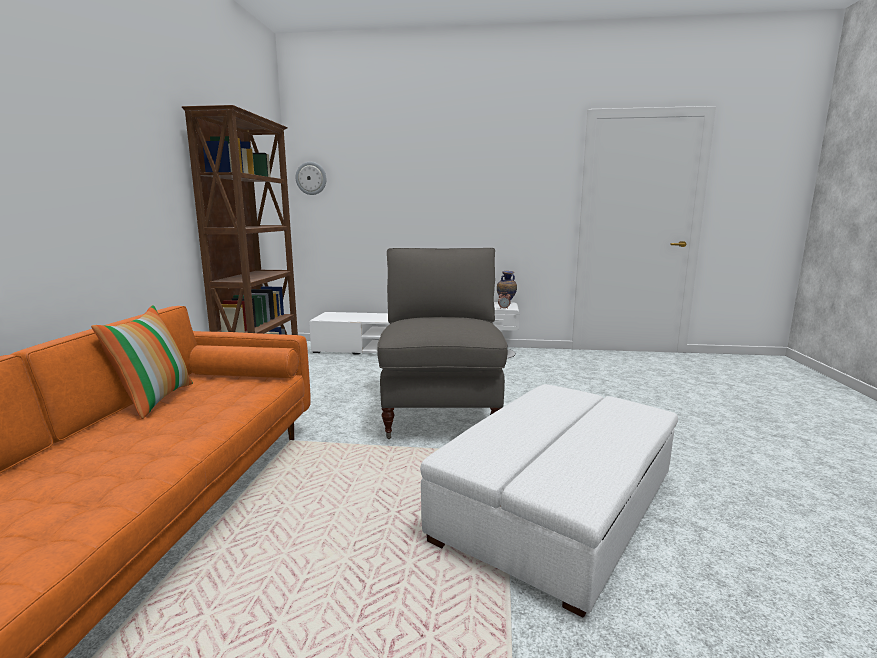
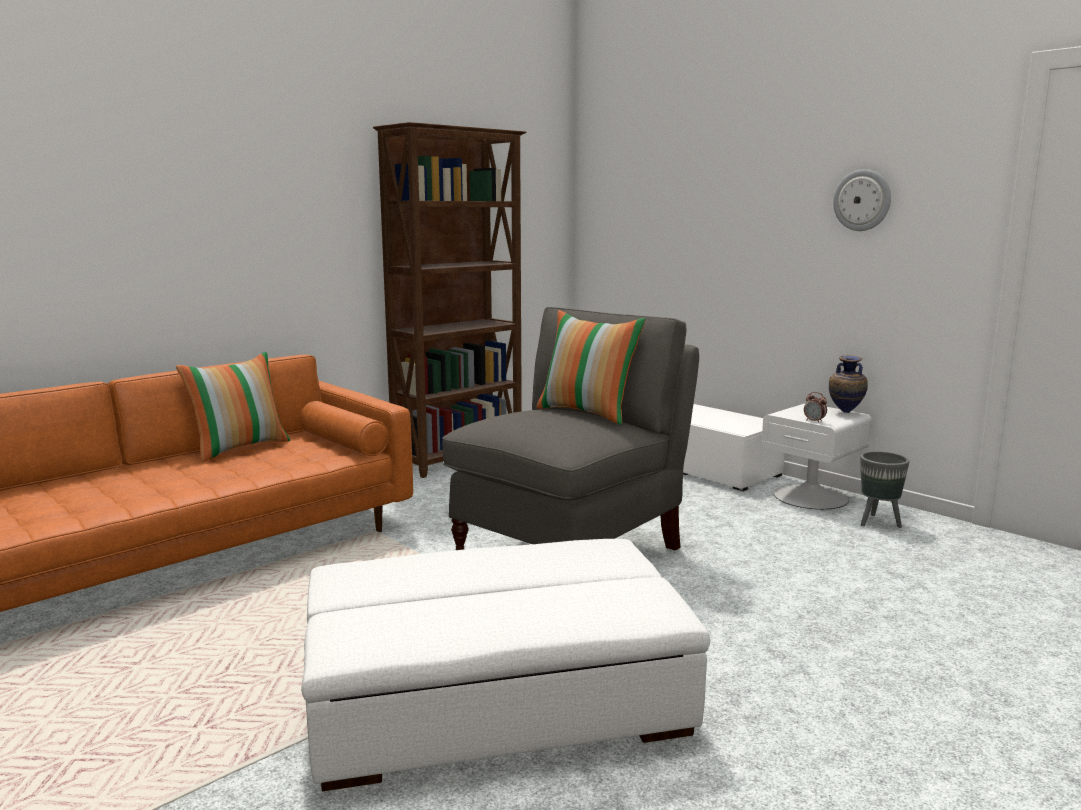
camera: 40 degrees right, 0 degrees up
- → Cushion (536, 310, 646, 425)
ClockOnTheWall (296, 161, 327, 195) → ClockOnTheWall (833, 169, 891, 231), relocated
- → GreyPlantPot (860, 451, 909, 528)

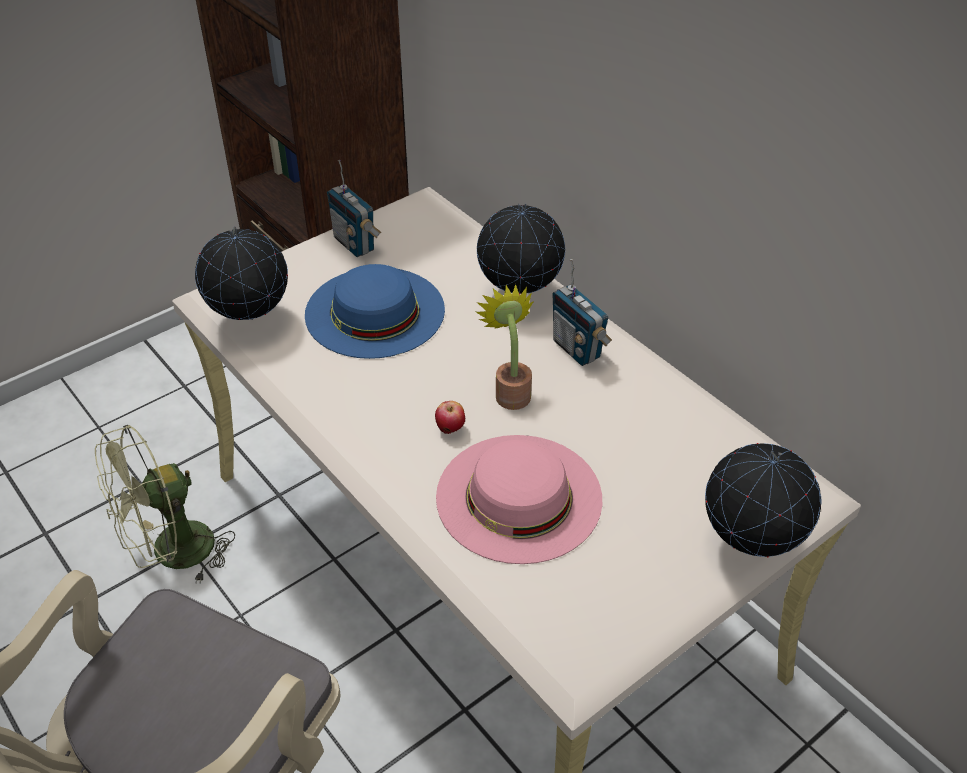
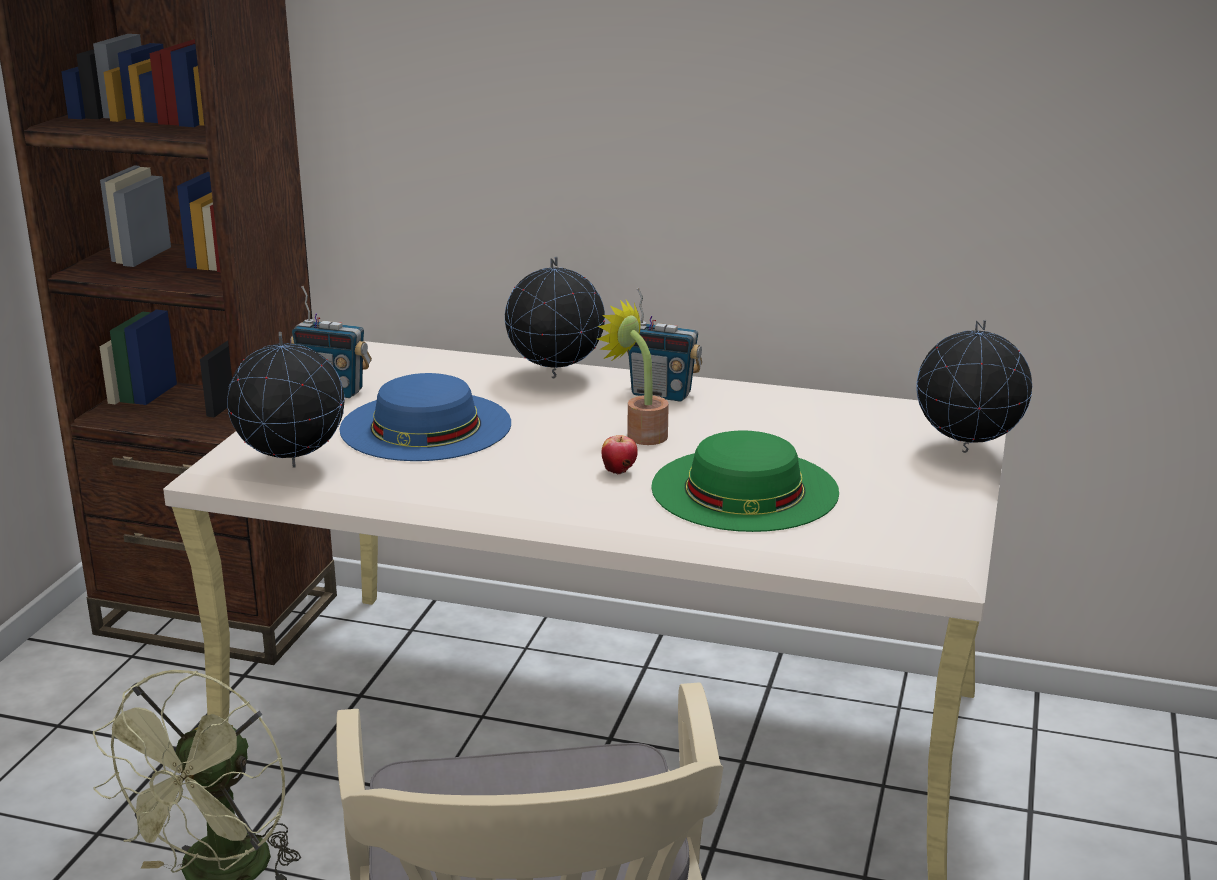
camera: 35 degrees left, 20 degrees down
PinkClothingHat (436, 435, 602, 564) → GreenishClothingHat (651, 430, 839, 532)

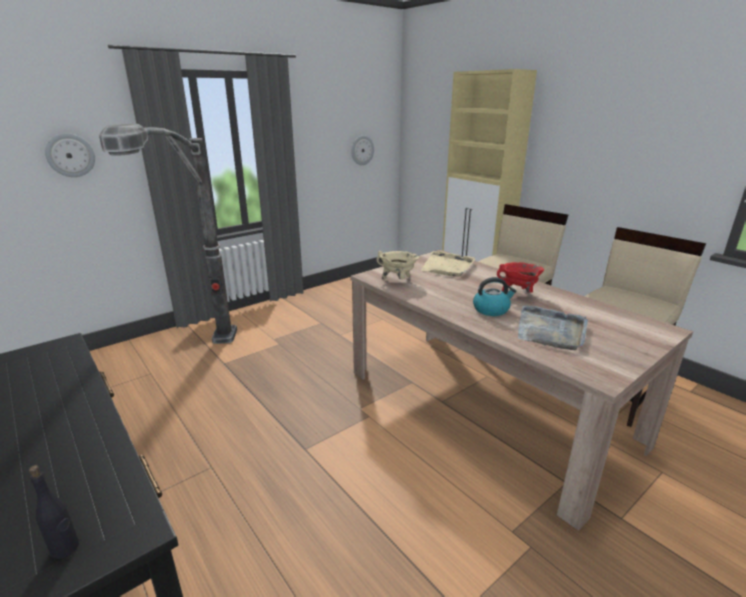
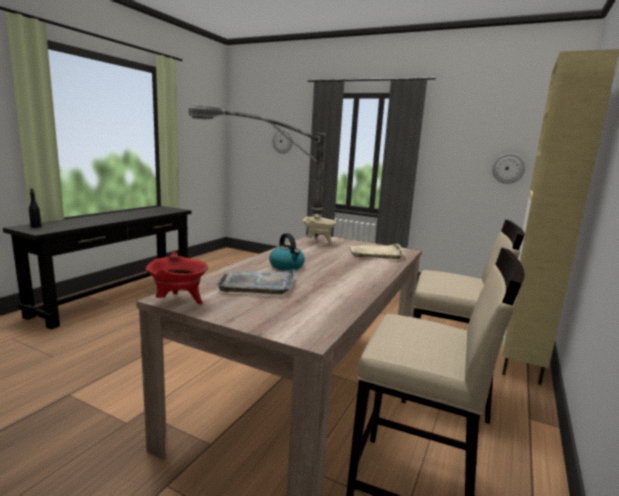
camera: 65 degrees right, 10 degrees down
RedSaucepot (497, 262, 544, 293) → RedSaucepot (146, 251, 208, 304), relocated

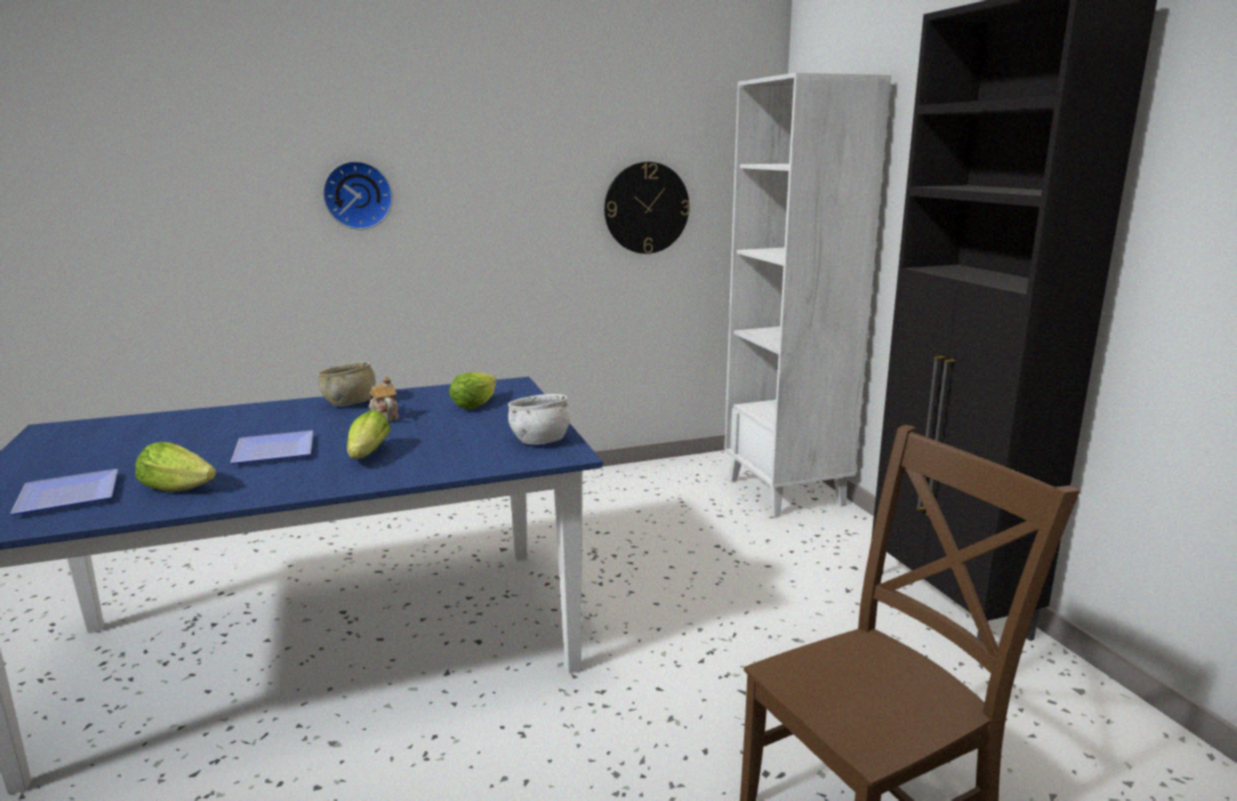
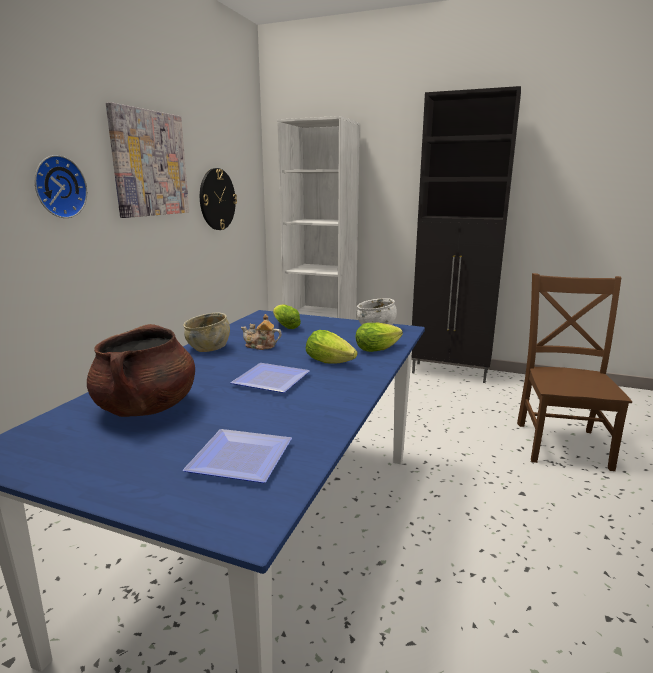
camera: 50 degrees left, 0 degrees up
- → BrownColouredSaucepot (87, 324, 195, 417)
- → WallPicture (106, 102, 189, 218)
LettuceHead (135, 442, 216, 492) → LettuceHead (355, 323, 403, 352), relocated

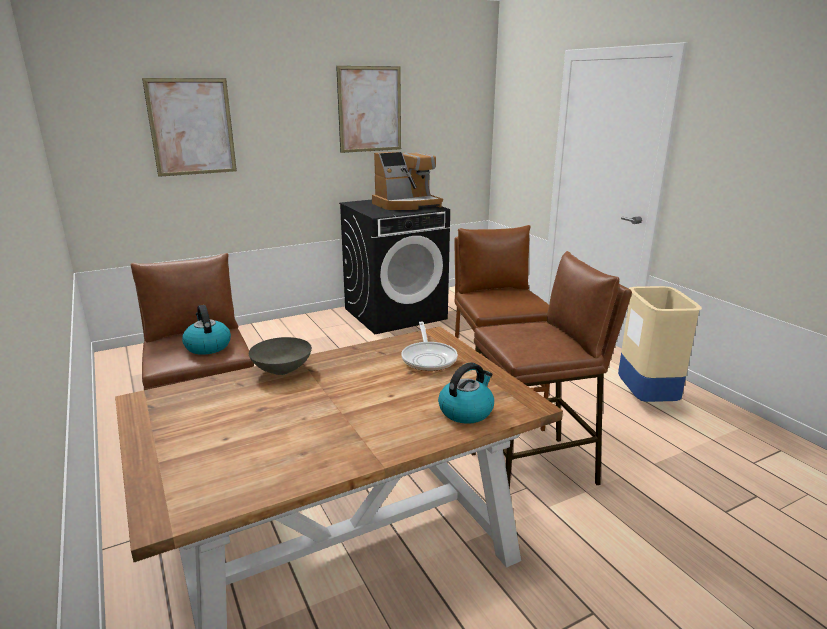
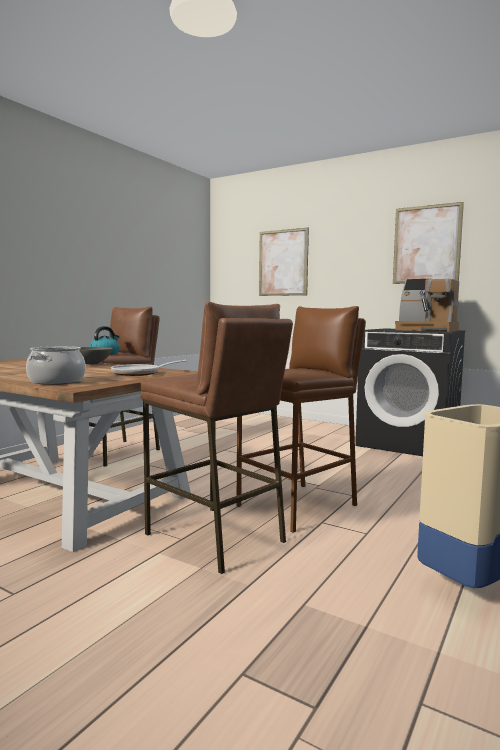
camera: 60 degrees right, 15 degrees down
Kettle (438, 362, 494, 424) → Saucepot (26, 346, 86, 385)

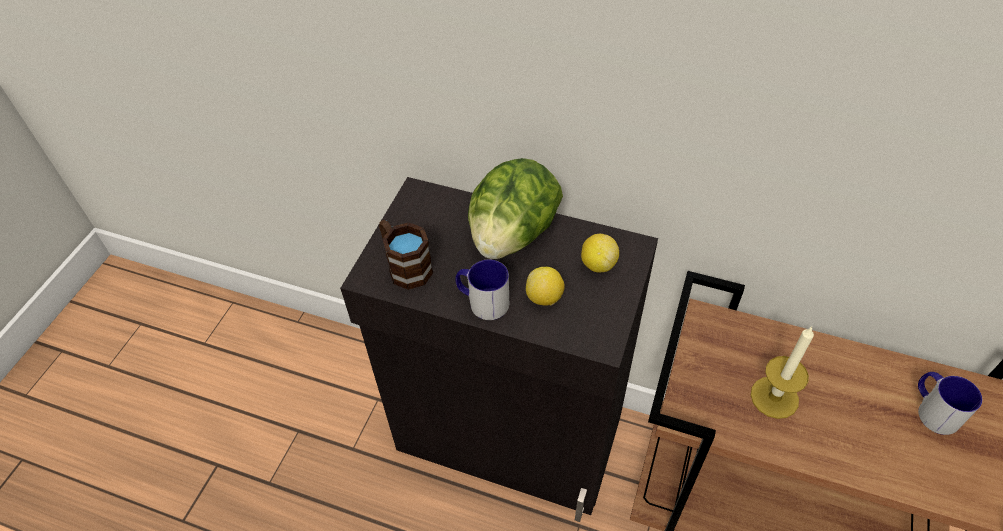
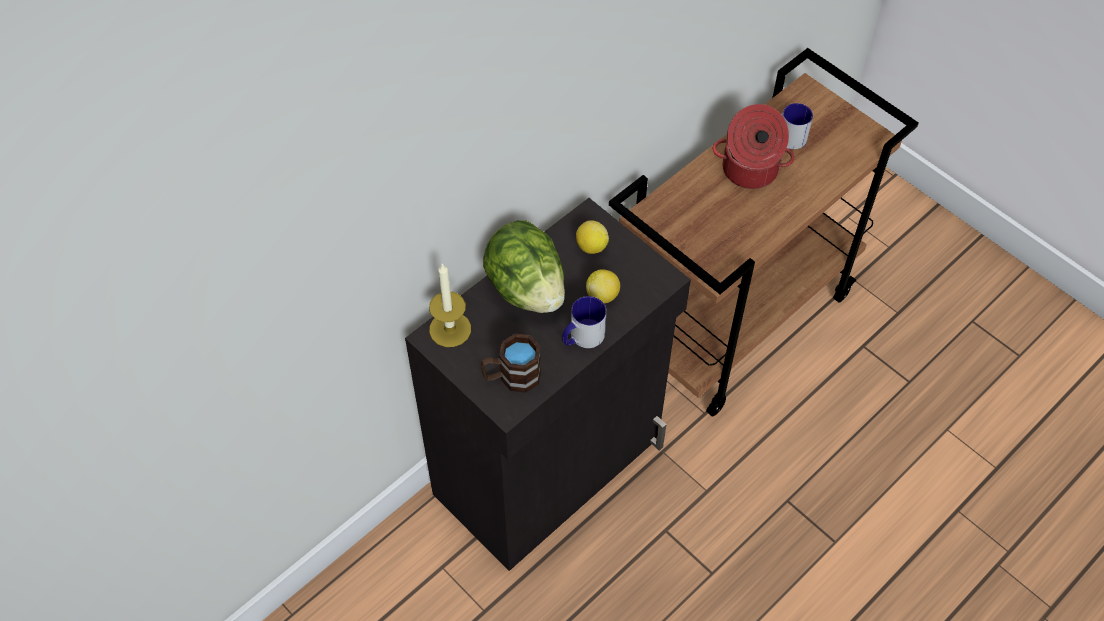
camera: 65 degrees left, 5 degrees up
Candle (751, 326, 814, 419) → Candle (429, 264, 471, 347), relocated
- → Saucepot (713, 104, 795, 189)

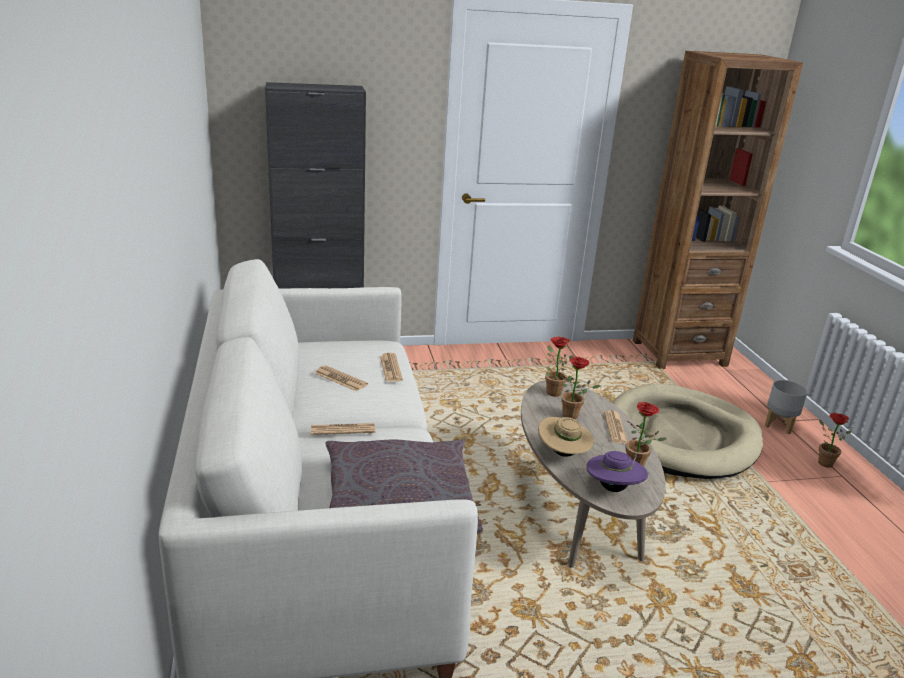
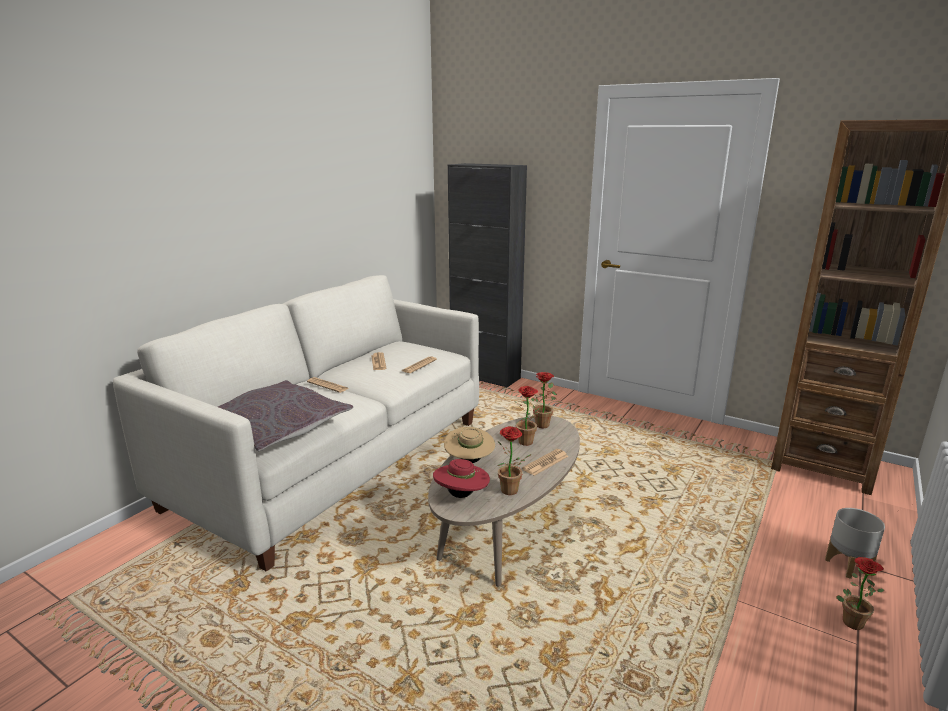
camera: 45 degrees right, 5 degrees down
PurplishClothingHat (586, 451, 648, 492) → RedClothingHat (433, 459, 490, 498)
SandColouredDogCushion (611, 384, 763, 479) → -

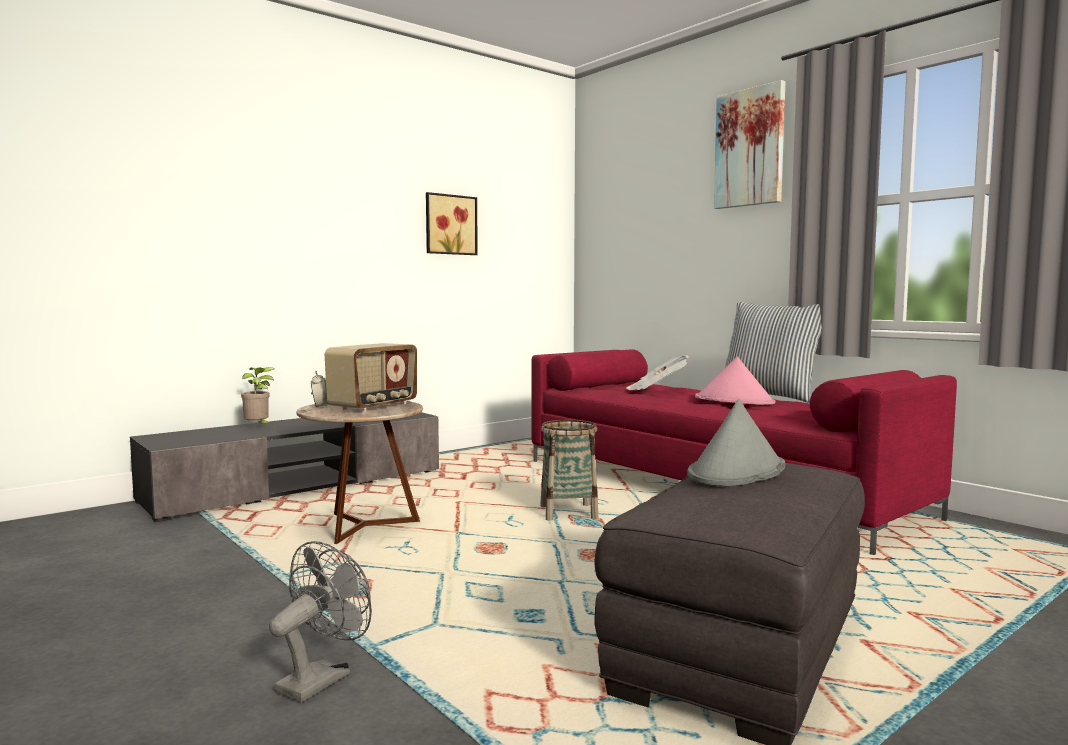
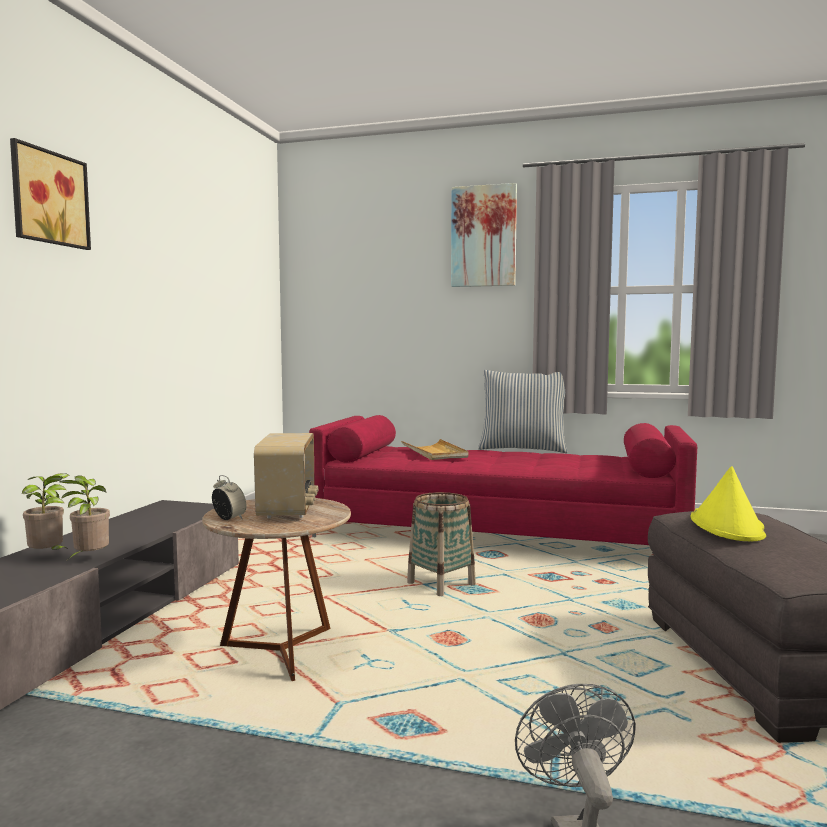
camera: 35 degrees left, 0 degrees up
WallPicture (426, 192, 478, 255) → WallPicture (10, 138, 91, 250), relocated
- → PlantInAPot (59, 475, 110, 558)
Newspaper (626, 355, 689, 390) → SandColouredTray (401, 439, 469, 460)
GreyClothingHat (687, 399, 785, 486) → YellowColouredClothingHat (691, 466, 766, 541)
PinkClothingHat (695, 357, 775, 405) → -

